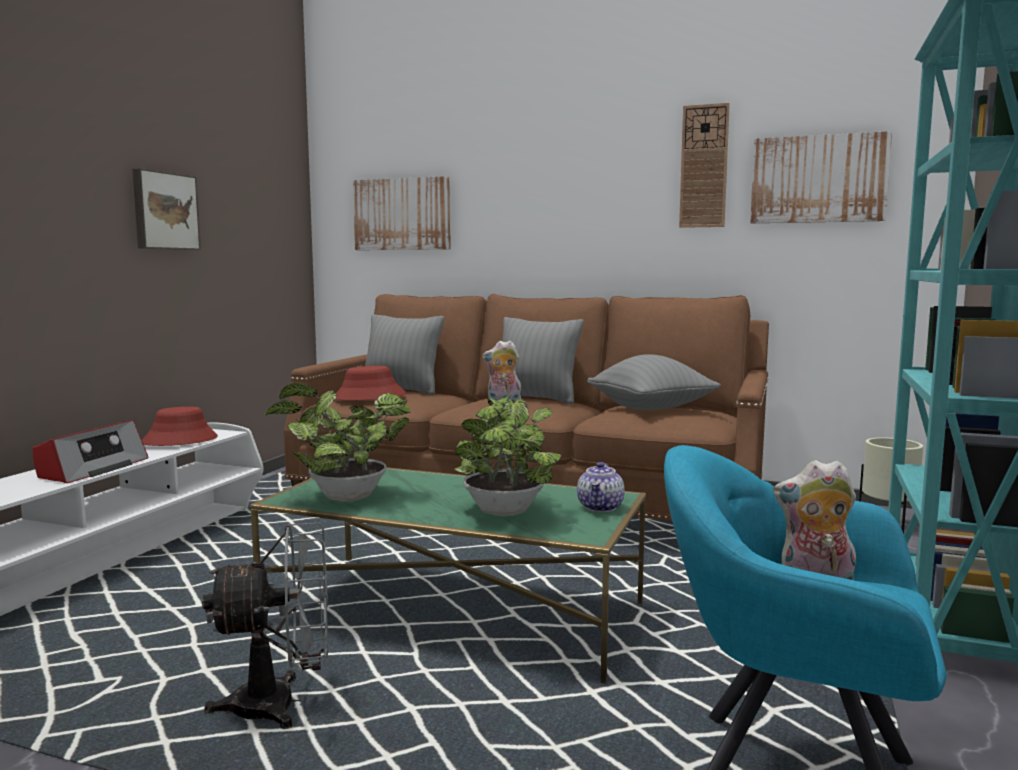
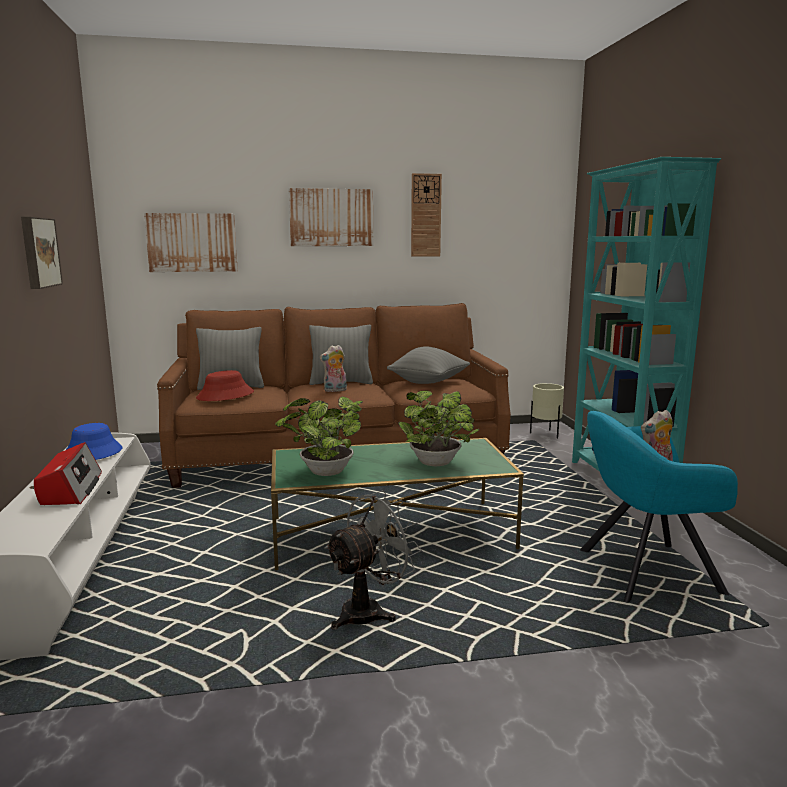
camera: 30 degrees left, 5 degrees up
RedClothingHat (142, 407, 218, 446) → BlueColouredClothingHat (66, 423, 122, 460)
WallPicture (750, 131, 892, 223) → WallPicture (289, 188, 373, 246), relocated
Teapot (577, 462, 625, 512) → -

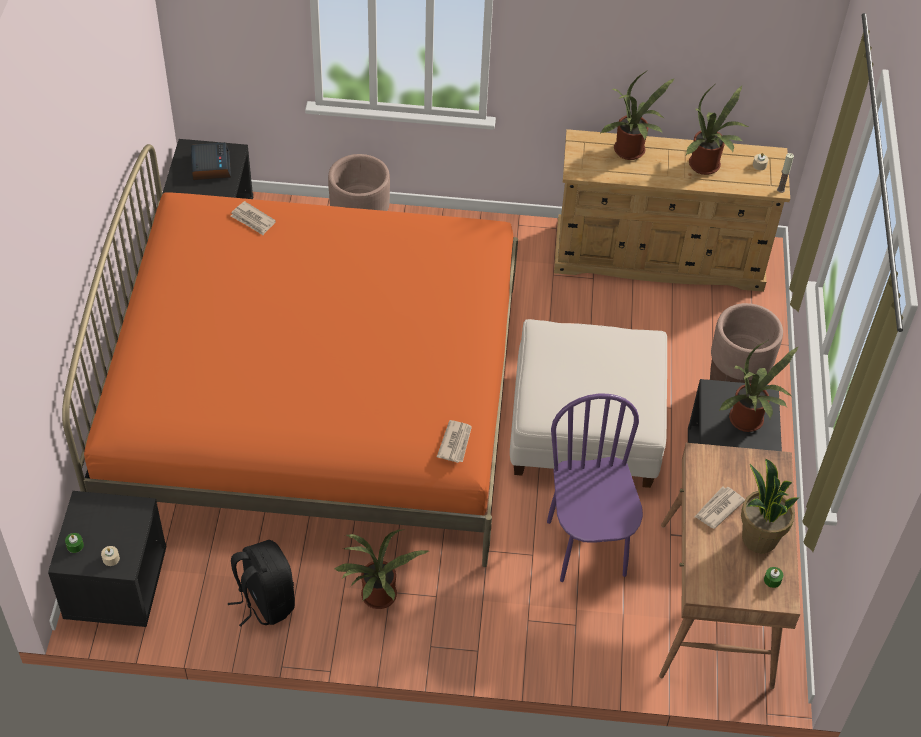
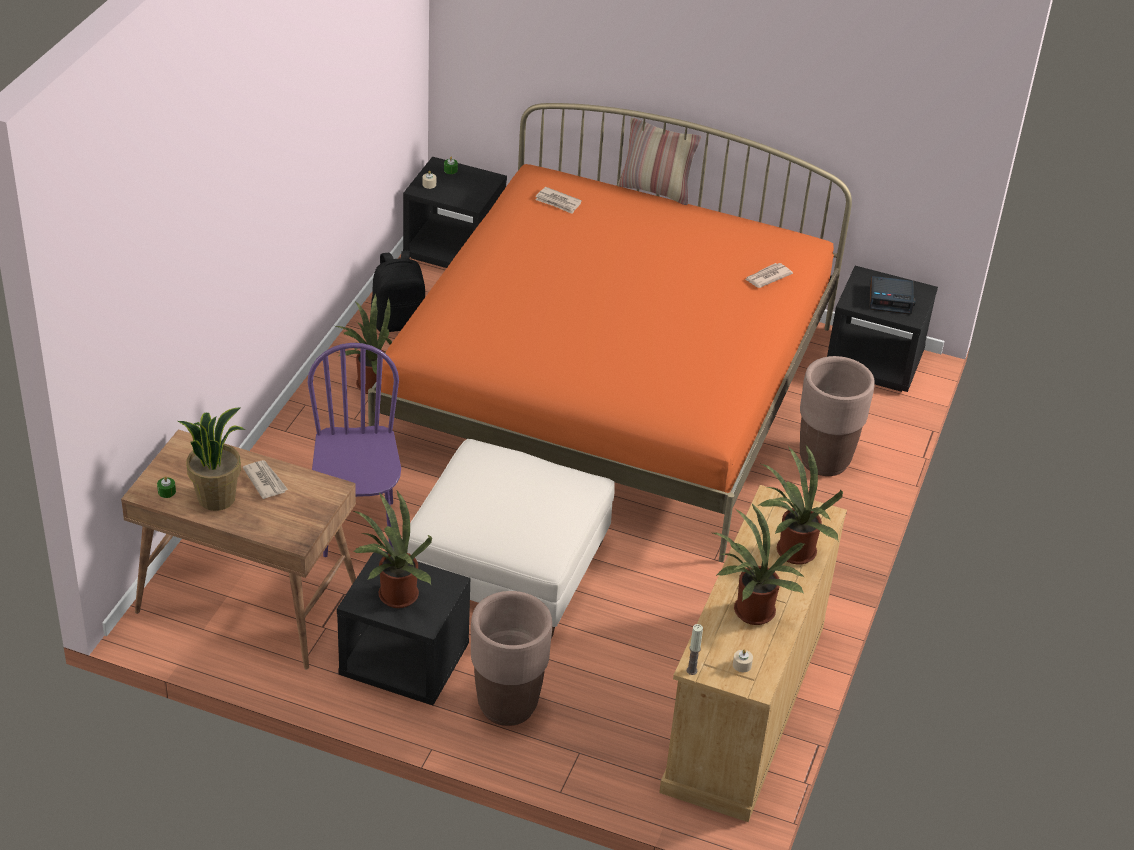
camera: 105 degrees right, 10 degrees down
PurplishUprightChair (547, 394, 643, 582) → PurplishUprightChair (308, 343, 401, 557), 105 degrees counterclockwise
Newspaper (437, 420, 472, 463) → Newspaper (535, 187, 582, 214), relocated
- → Cushion (618, 118, 701, 205)

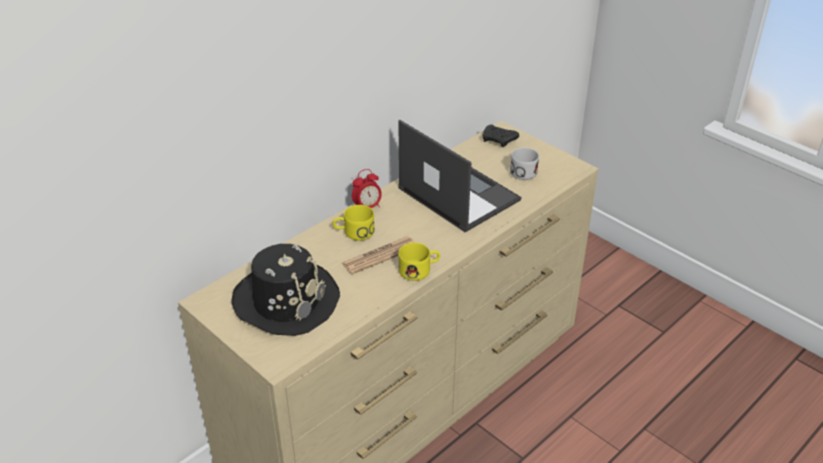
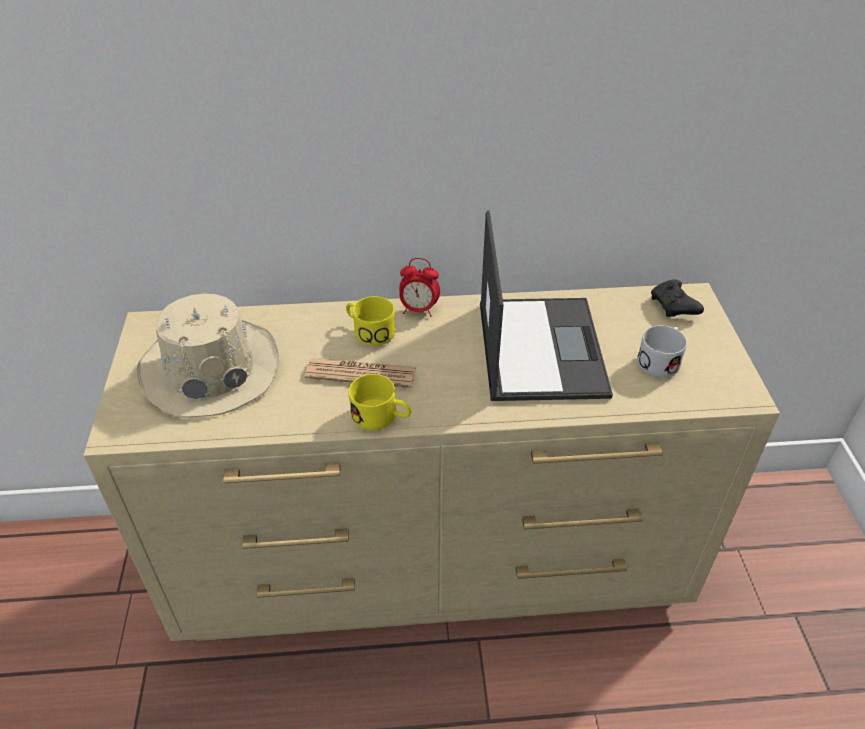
camera: 40 degrees right, 5 degrees up
BlackColouredClothingHat (231, 244, 340, 336) → SandColouredClothingHat (137, 294, 279, 418)

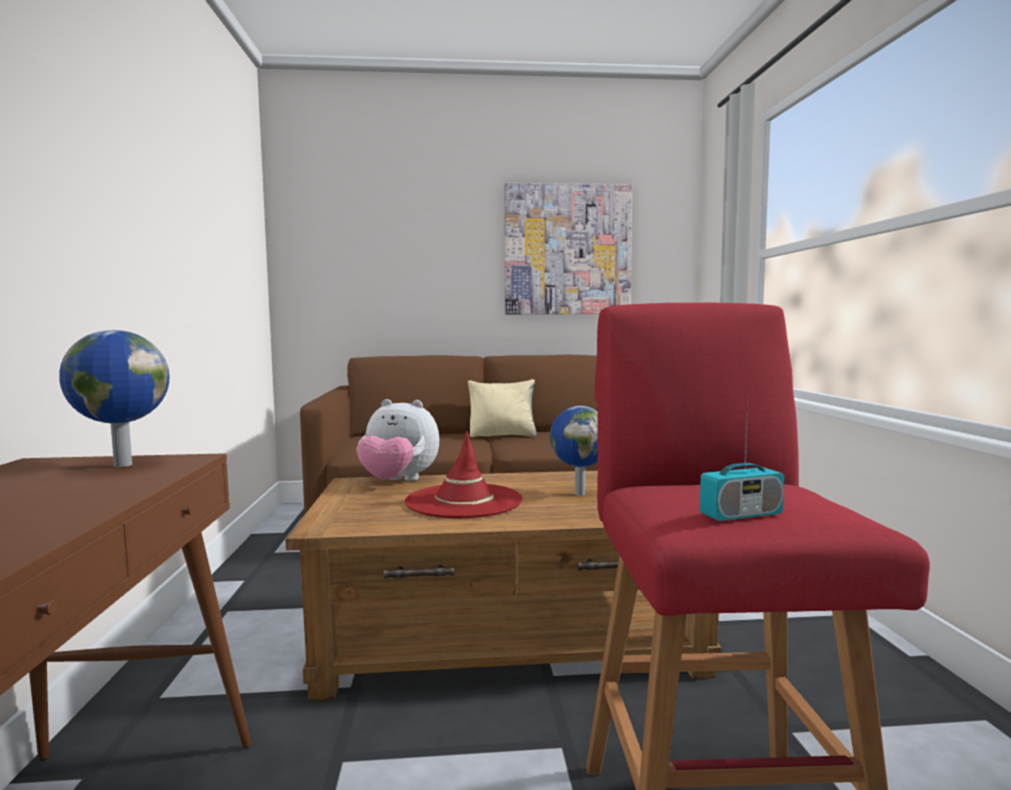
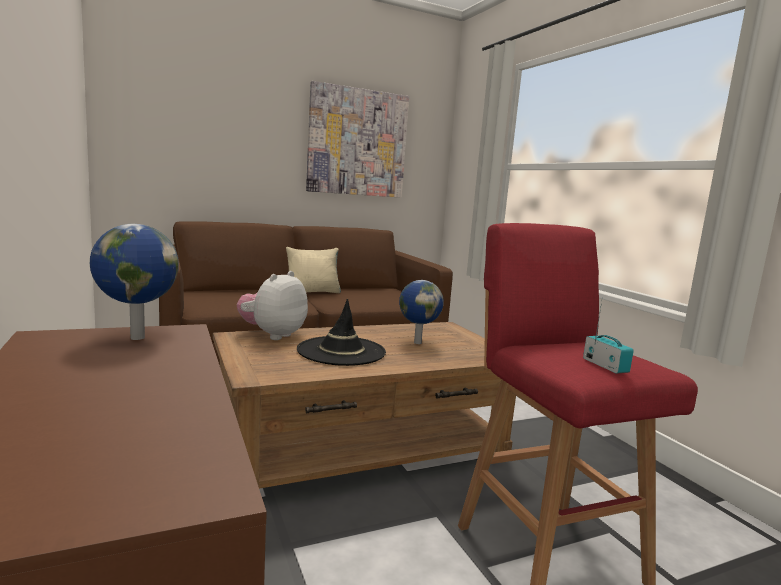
camera: 20 degrees left, 5 degrees up
PlushToy (356, 399, 439, 481) → PlushToy (237, 271, 308, 340), 120 degrees clockwise
RedClothingHat (405, 431, 523, 518) → BlackColouredClothingHat (297, 299, 386, 366)
RadioReceiver (700, 397, 784, 521) → RadioReceiver (583, 296, 634, 374), 75 degrees counterclockwise

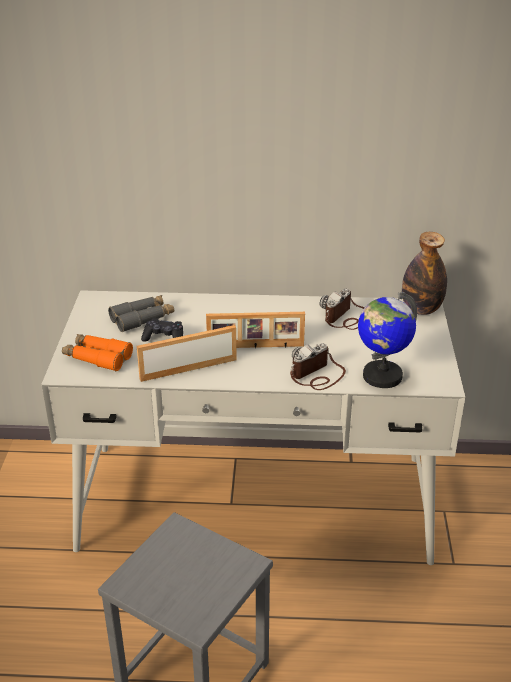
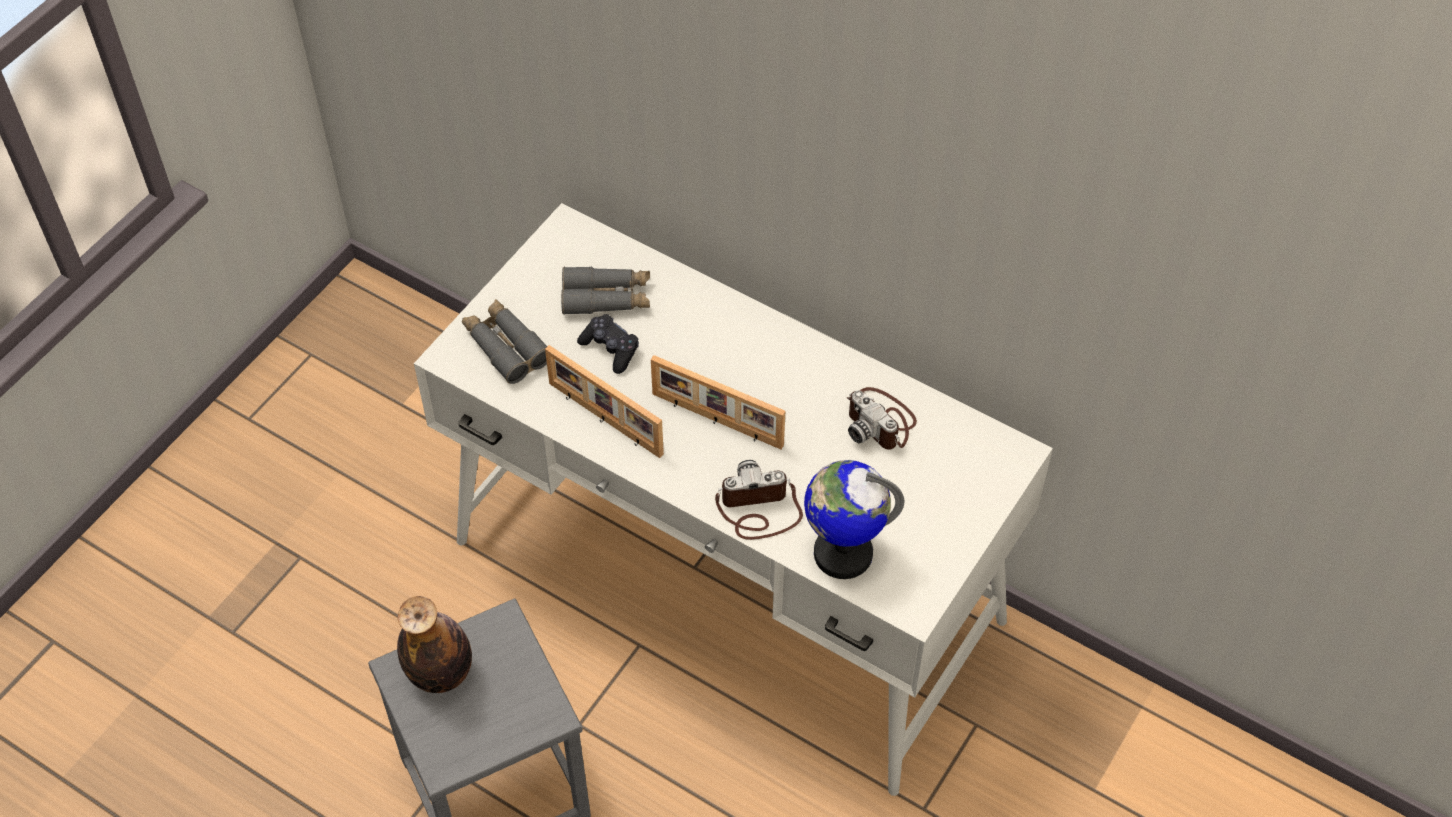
camera: 30 degrees right, 20 degrees up
BeverageBottle (402, 232, 447, 315) → BeverageBottle (397, 596, 472, 693), relocated
OrangeyFieldGlasses (62, 334, 133, 371) → GreyFieldGlasses (462, 299, 547, 384)
StandingFrame (137, 325, 237, 382) → StandingFrame (545, 345, 664, 458), 150 degrees counterclockwise
PhotoCamera (320, 288, 365, 330) → PhotoCamera (847, 387, 917, 450), 105 degrees counterclockwise

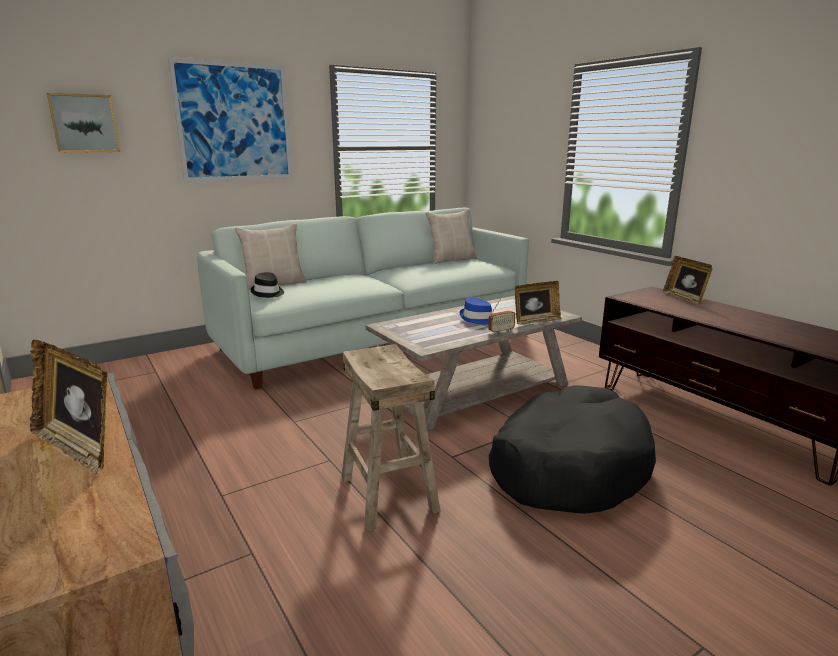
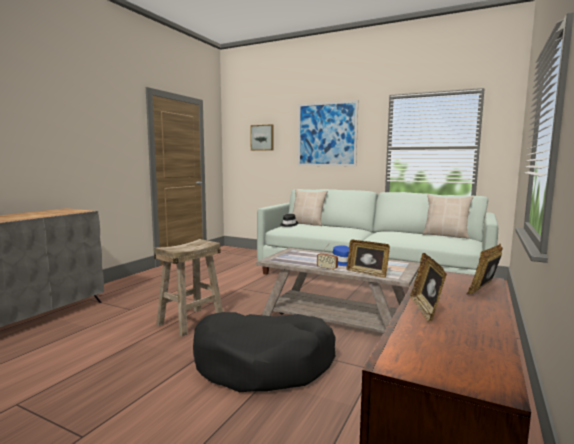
camera: 60 degrees right, 10 degrees down
StandingFrame (30, 340, 108, 476) → StandingFrame (410, 253, 447, 322), relocated

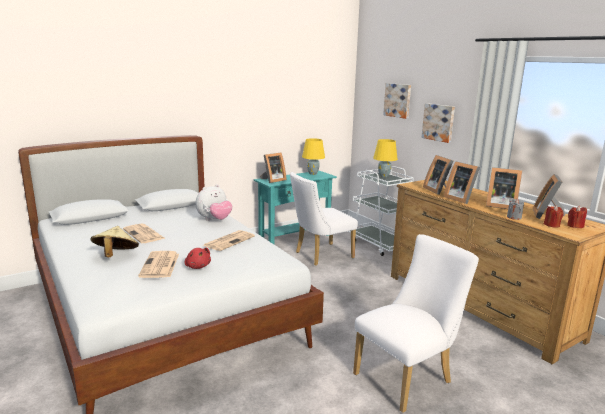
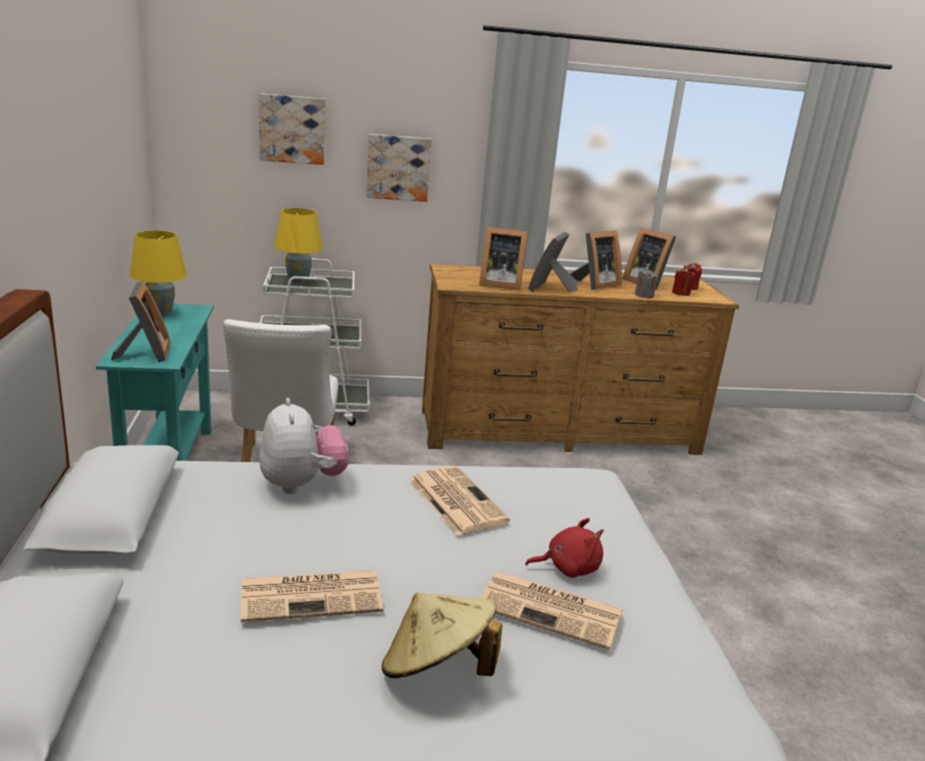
camera: 65 degrees left, 5 degrees up
StandingFrame (443, 161, 480, 204) → StandingFrame (528, 232, 578, 292), 120 degrees clockwise
WhiteColouredUprightChair (353, 234, 479, 413) → -

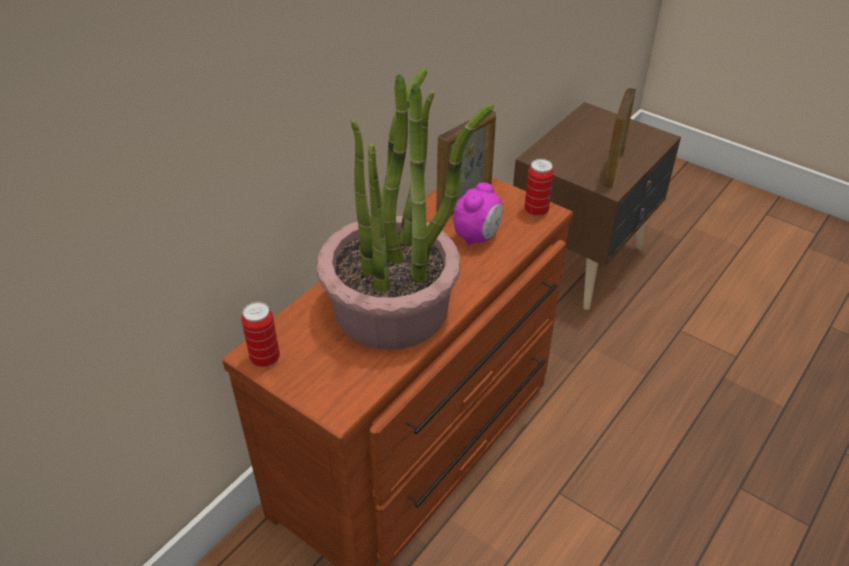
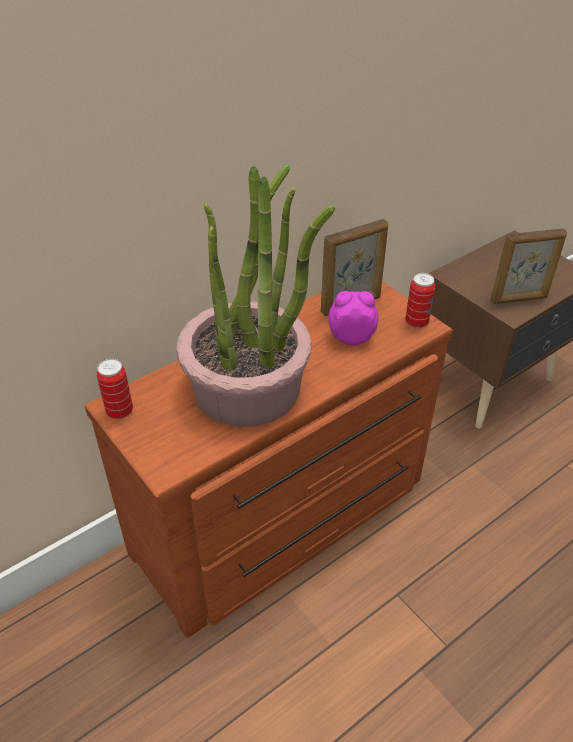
camera: 15 degrees right, 0 degrees up
TableClock (453, 183, 503, 246) → TableClock (328, 291, 378, 346), 135 degrees counterclockwise
StandingFrame (604, 88, 636, 188) → StandingFrame (491, 228, 567, 304), 135 degrees counterclockwise

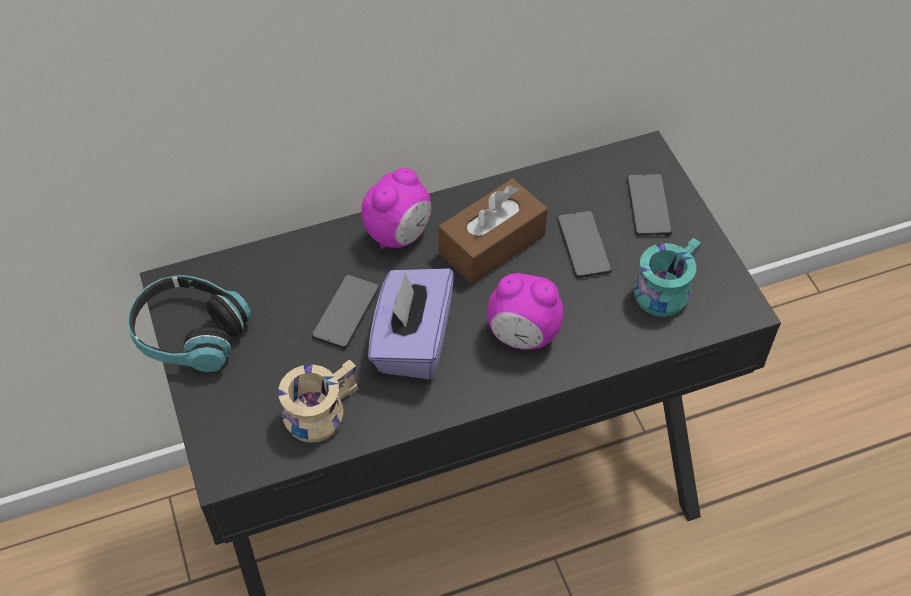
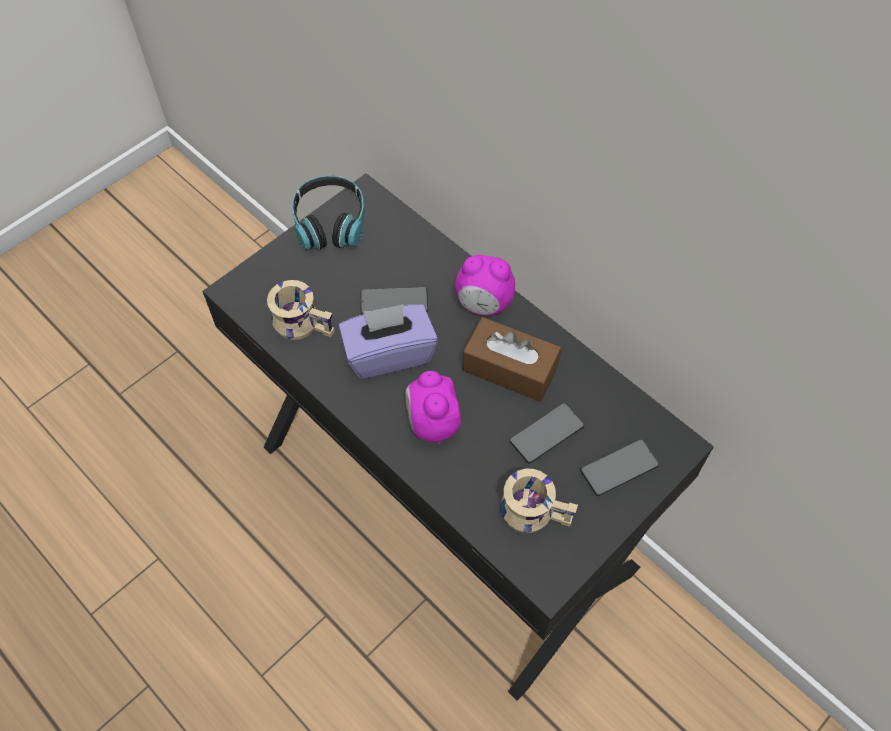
camera: 65 degrees right, 5 degrees up
BlueGreenMug (634, 238, 701, 317) → SandColouredMug (501, 469, 578, 533)

